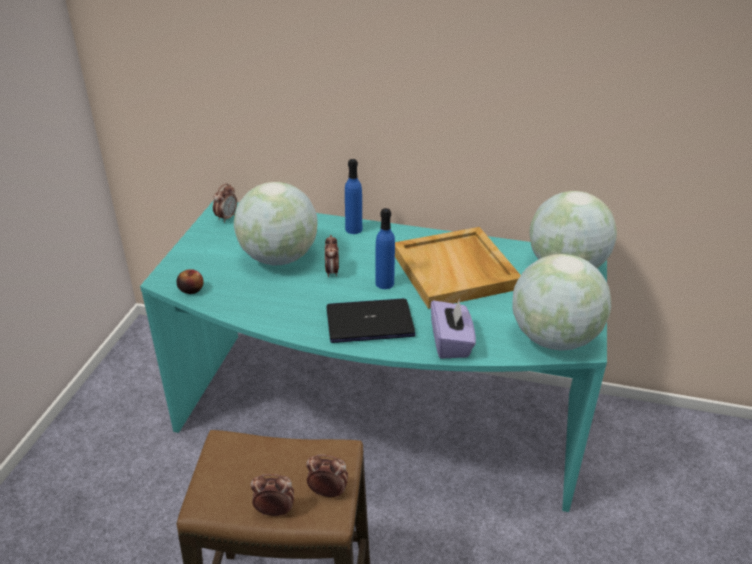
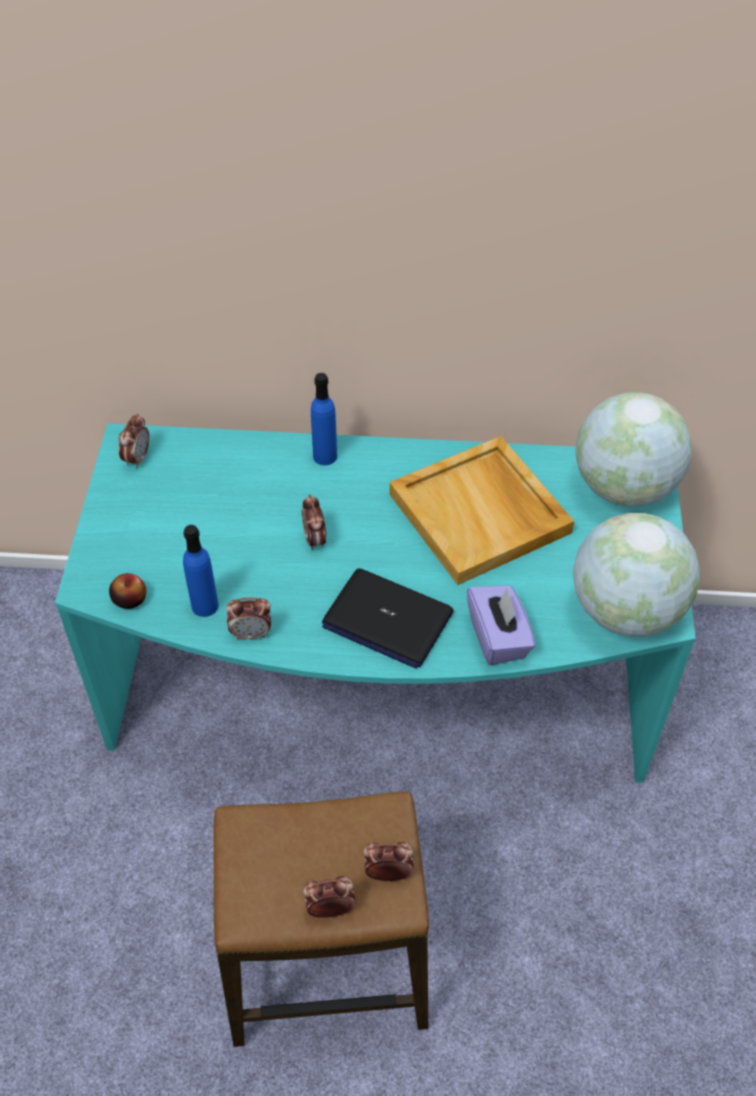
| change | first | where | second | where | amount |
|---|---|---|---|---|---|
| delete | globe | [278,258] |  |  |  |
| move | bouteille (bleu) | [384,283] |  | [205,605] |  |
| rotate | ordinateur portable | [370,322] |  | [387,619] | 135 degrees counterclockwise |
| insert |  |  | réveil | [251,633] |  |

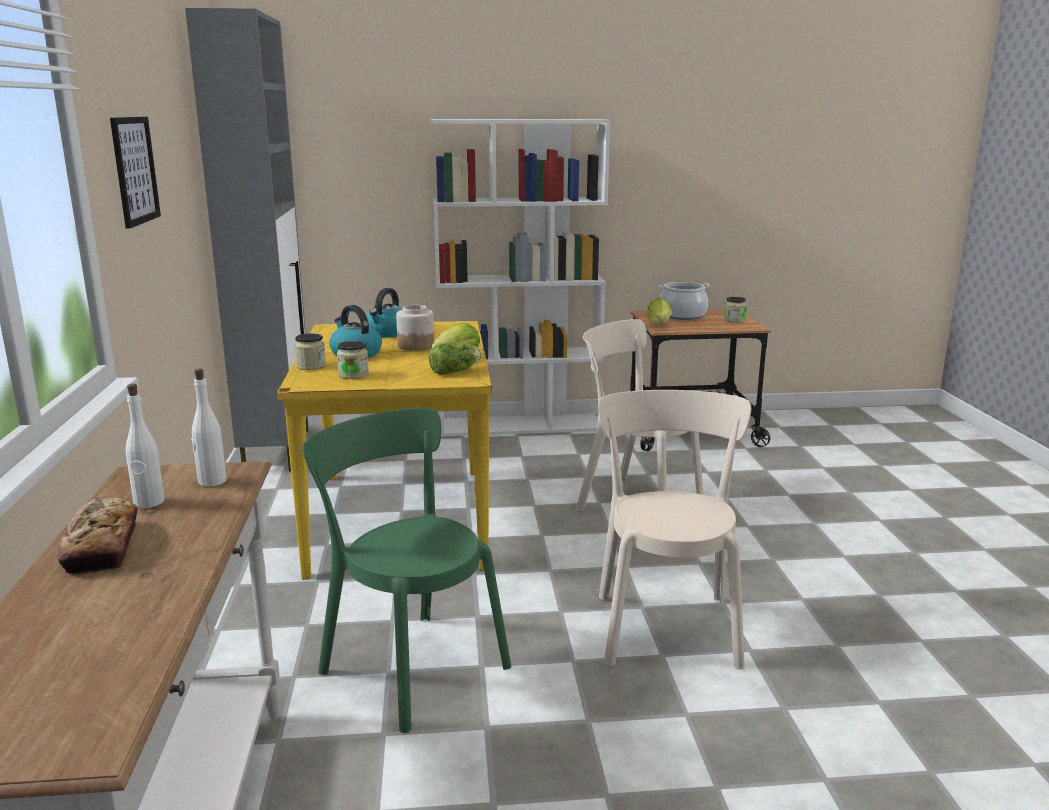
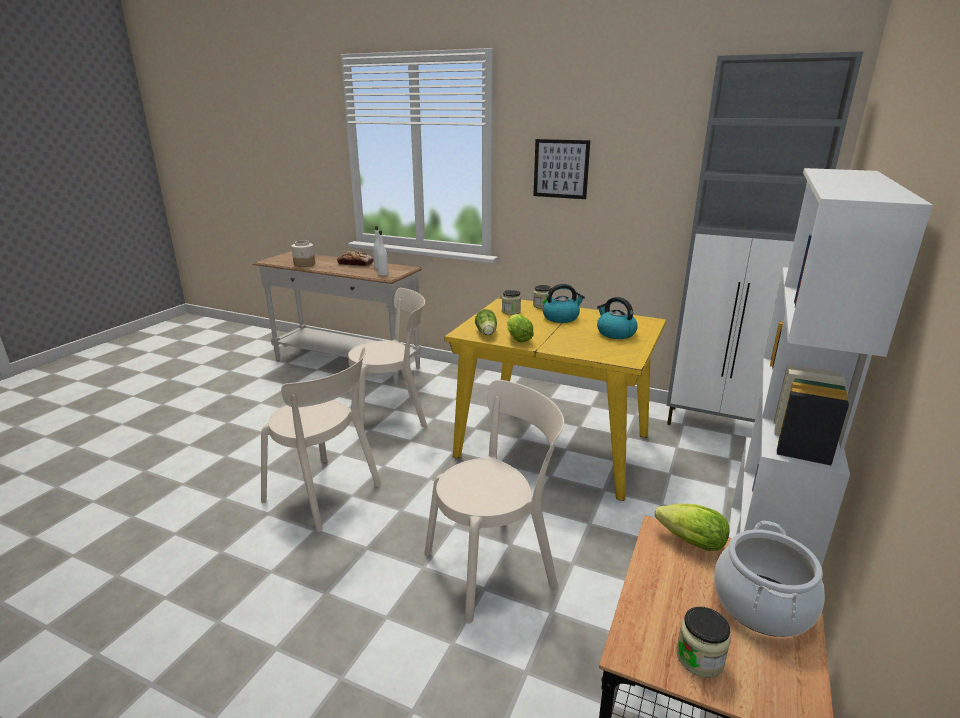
| change | first | where | second | where | amount |
|---|---|---|---|---|---|
| move | bocal | [416,346] |  | [304,264] |  |
| recolor | chaise (vert) | [409,665] | chaise (beige) | [392,414] |  |

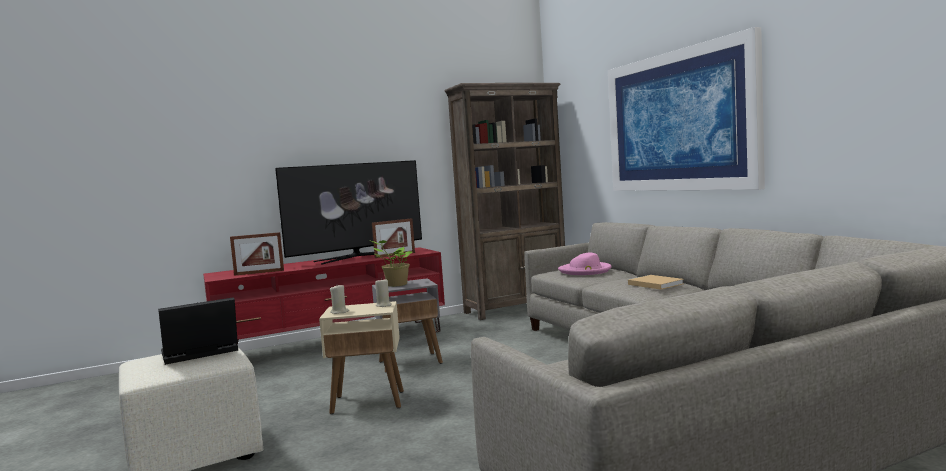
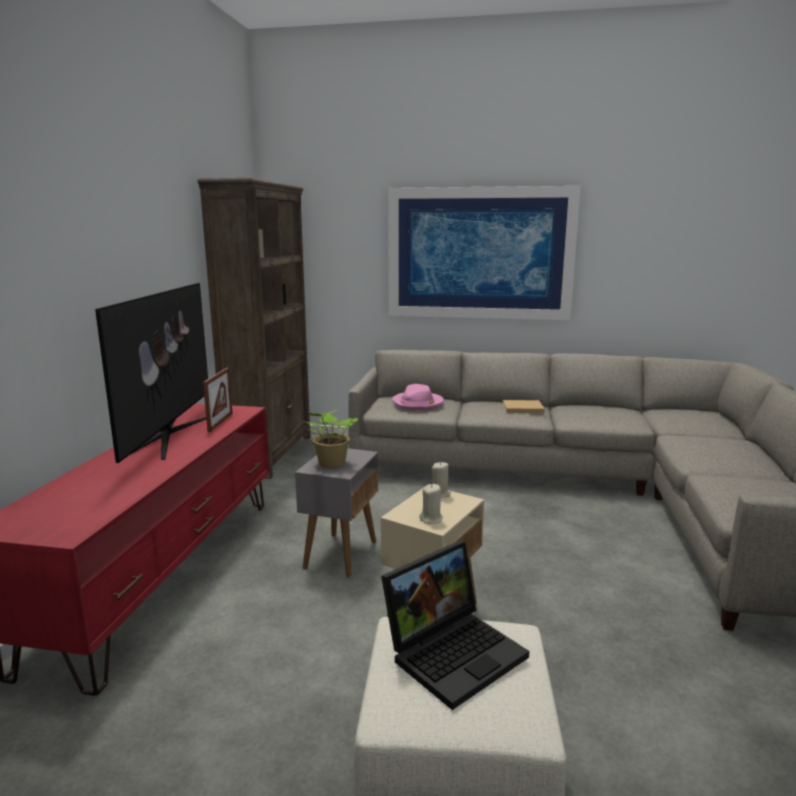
| change | first | where | second | where | amount |
|---|---|---|---|---|---|
| delete | cadre photo | [259,272] |  |  |  |
| rotate | ordinateur portable | [198,354] |  | [454,651] | 135 degrees counterclockwise |

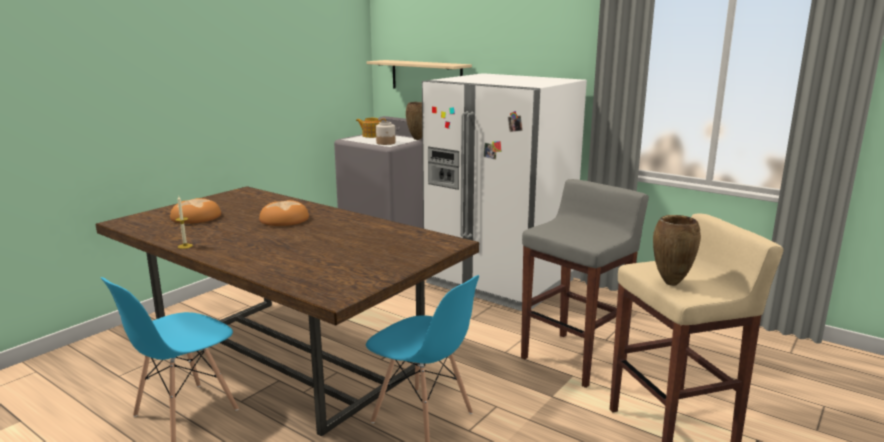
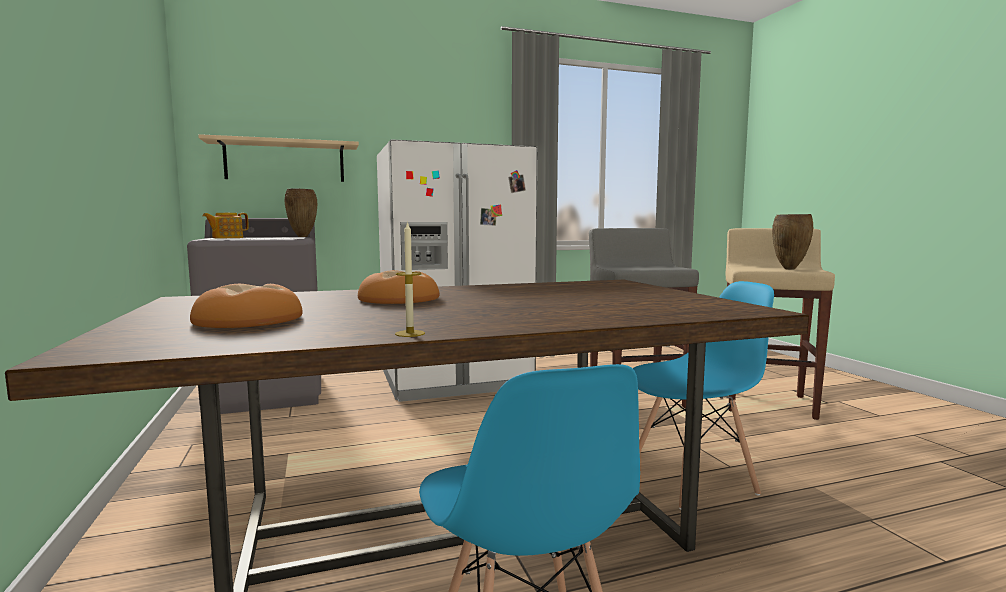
| change | first | where | second | where | amount |
|---|---|---|---|---|---|
| delete | bocal | [386,143] |  |  |  |

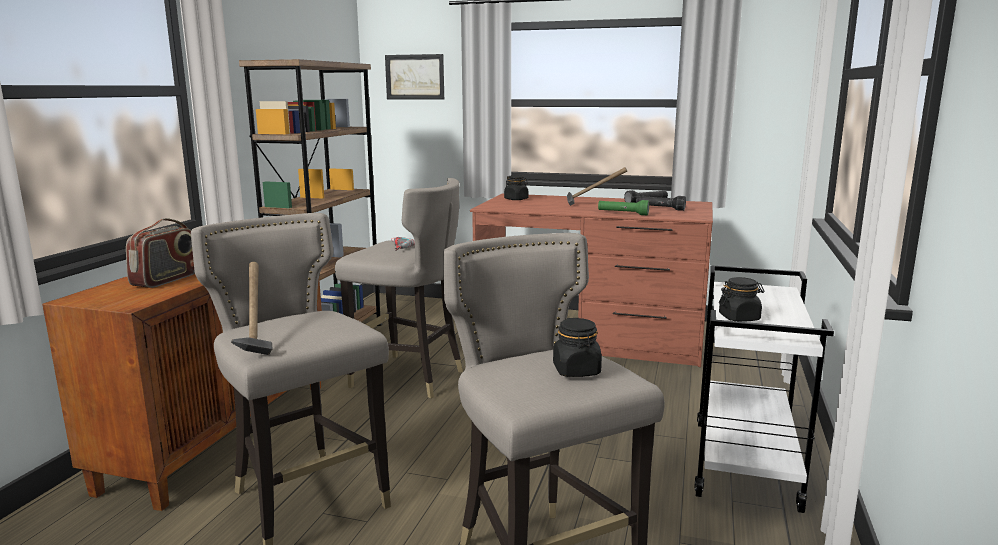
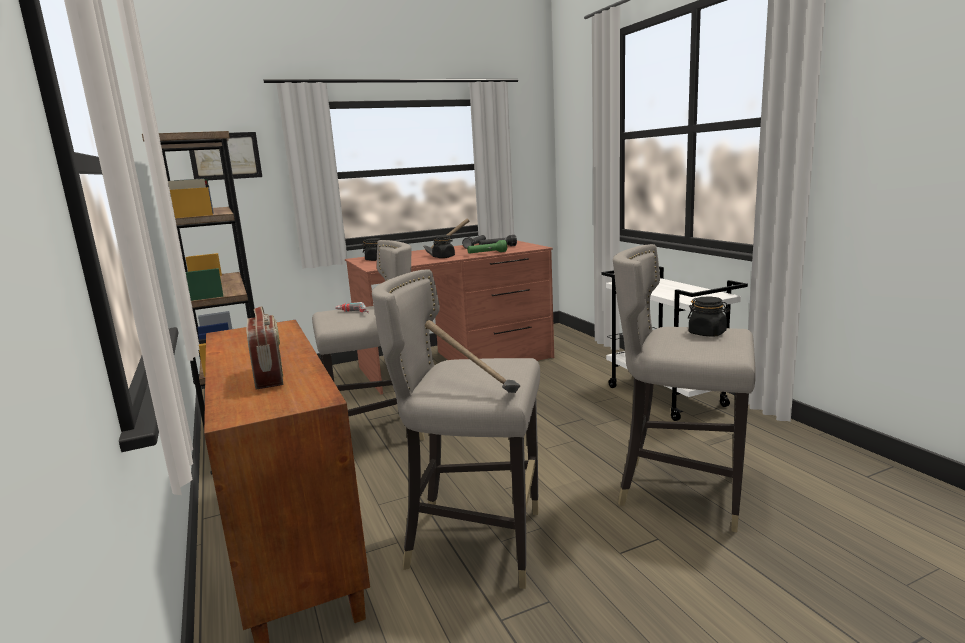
| change | first | where | second | where | amount |
|---|---|---|---|---|---|
| move | bocal (noir) | [739,318] |  | [444,257] |  |

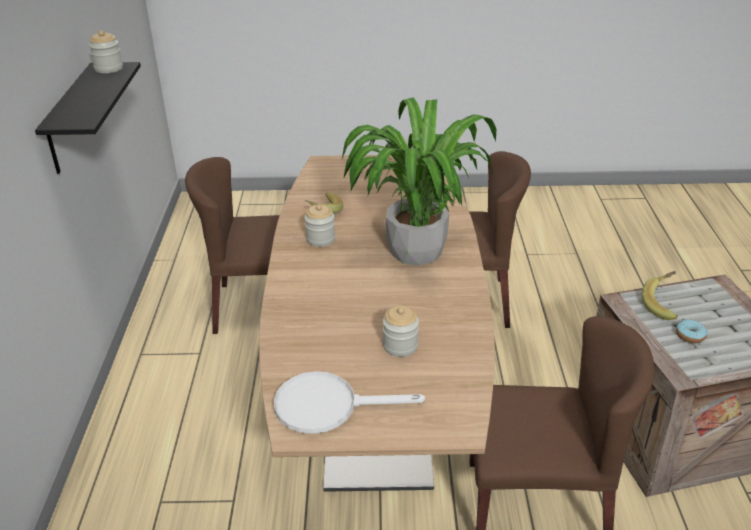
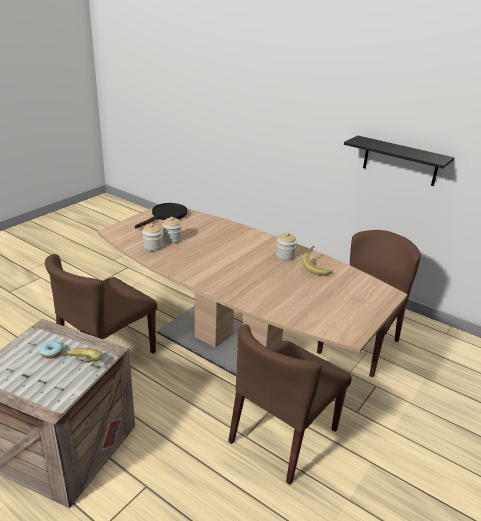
| change | first | where | second | where | amount |
|---|---|---|---|---|---|
| move | bocal | [109,68] |  | [152,247] |  |
| delete | plante en pot | [415,250] |  |  |  |
| recolor | poêle (blanc) | [328,406] | poêle (noir) | [166,216] |  |

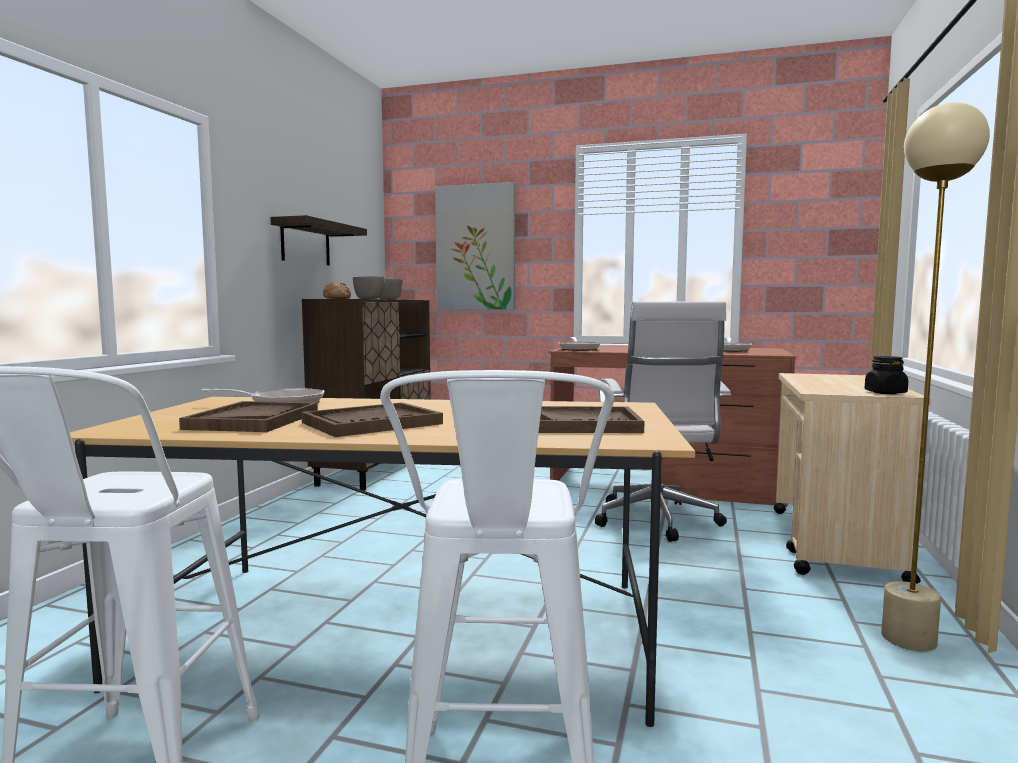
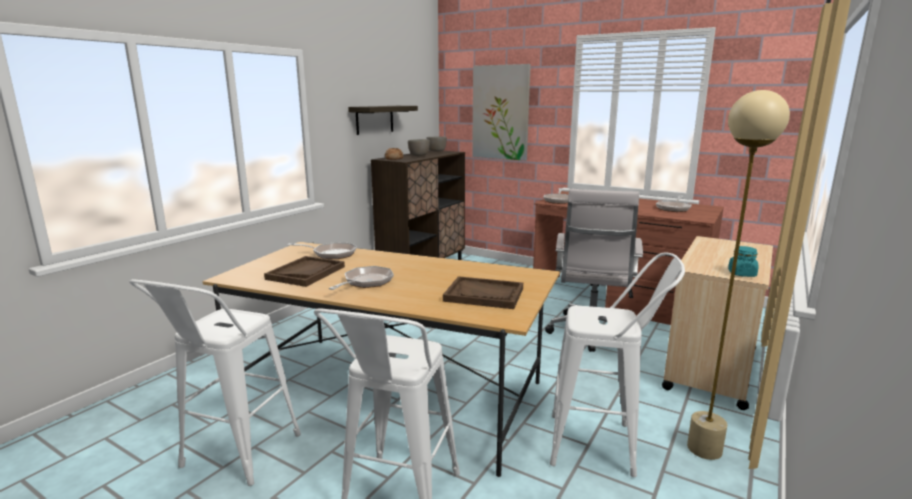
| change | first | where | second | where | amount |
|---|---|---|---|---|---|
| recolor | bocal (noir) | [885,393] | bocal (turquoise) | [741,274] |  |
| replace | plateau (marron) | [371,423] | poêle | [366,282] |  |
| insert |  |  | tabouret (blanc) | [603,446] |  |

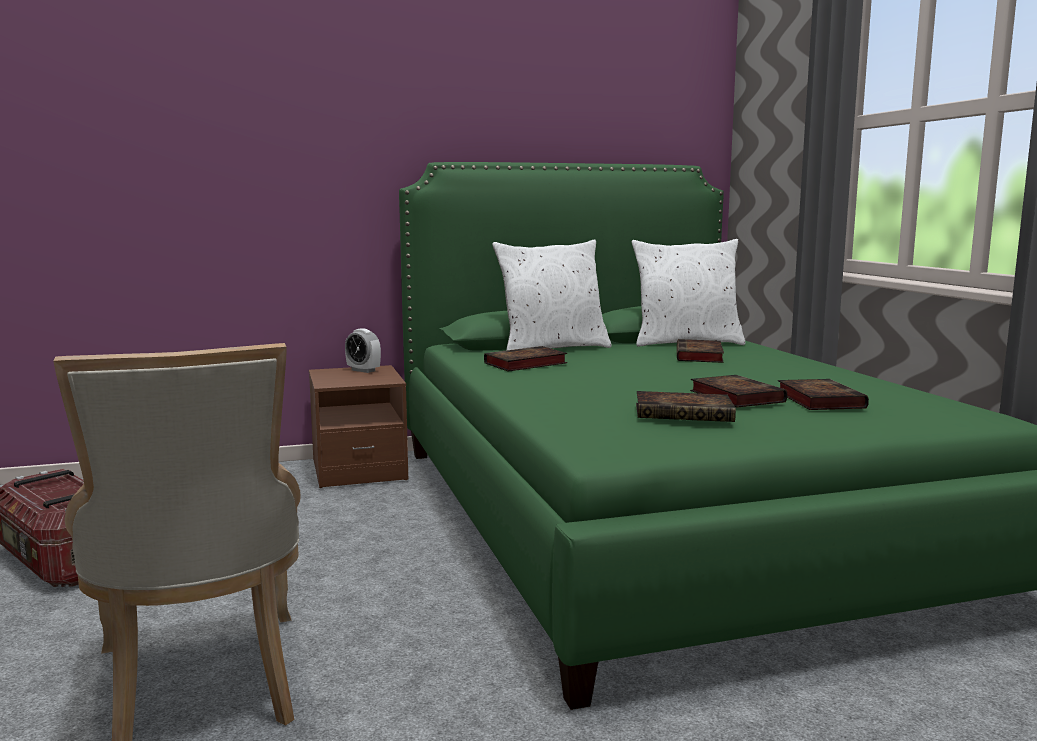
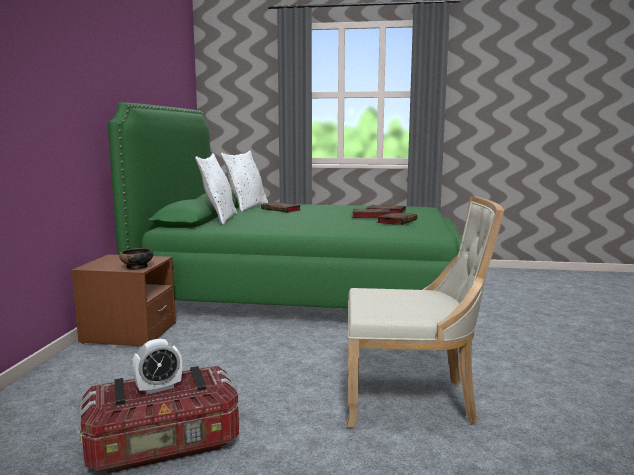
| change | first | where | second | where | amount |
|---|---|---|---|---|---|
| move | réveil | [363,370] |  | [159,388] |  |
| delete | livre | [524,364] |  |  |  |
| insert |  |  | bol | [137,267] |  |

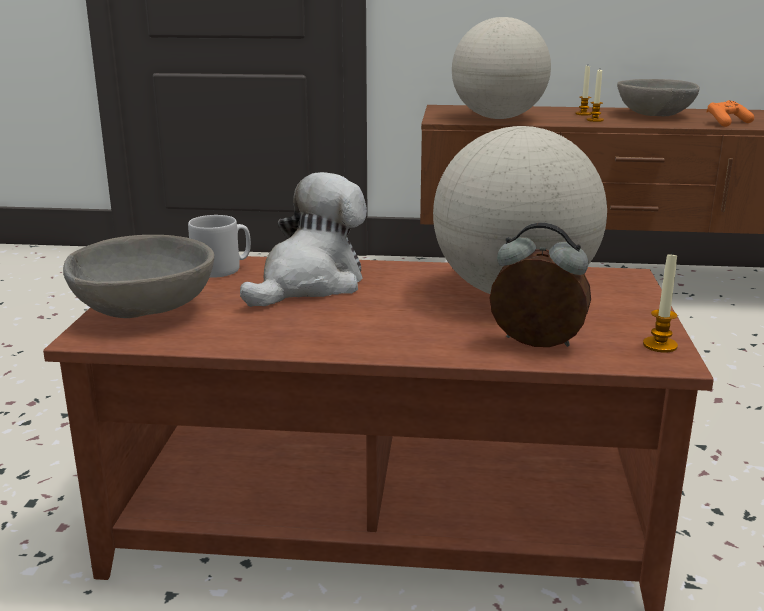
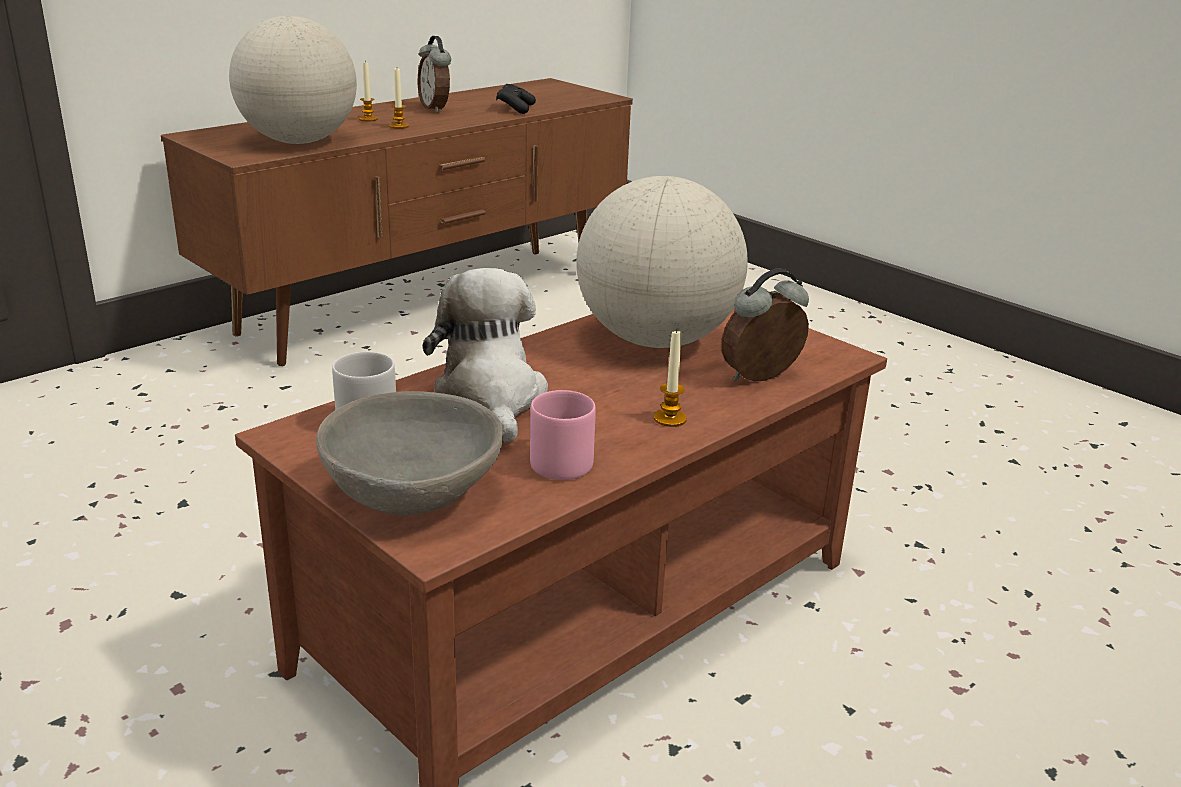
| change | first | where | second | where | amount |
|---|---|---|---|---|---|
| replace | bol (gris) | [655,115] | réveil | [436,108] |  |
| recolor | manette (orange) | [727,123] | manette (noir) | [515,108] |  |
| move | bougie | [660,345] |  | [670,419] |  |
| insert |  |  | mug (rose) | [560,460] |  |

